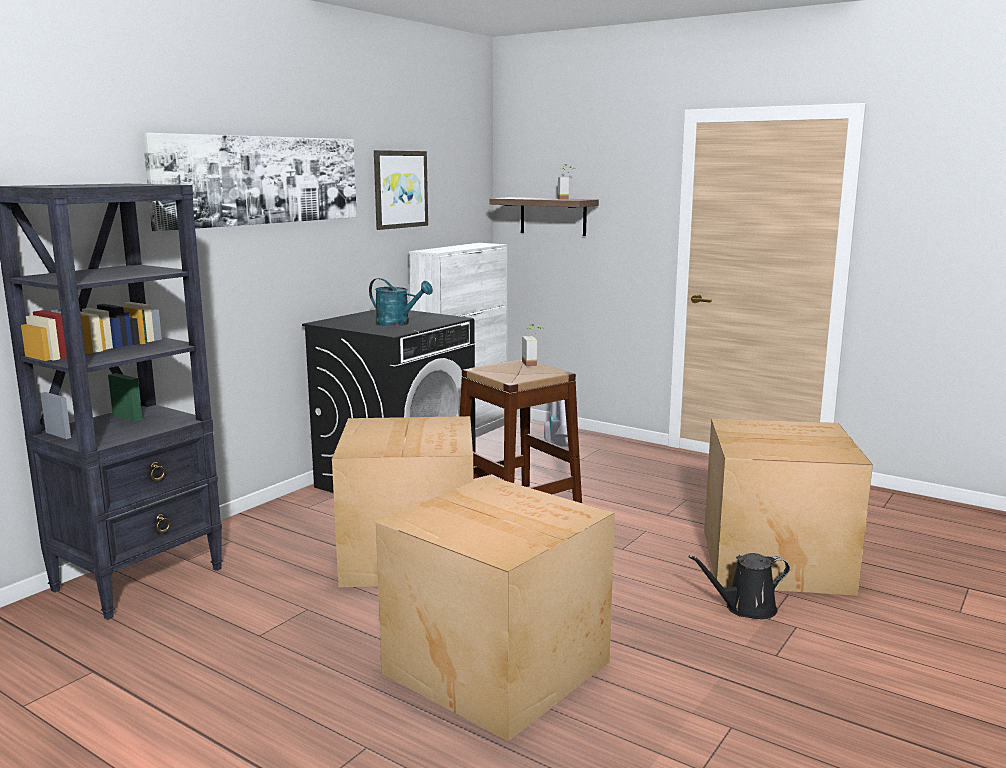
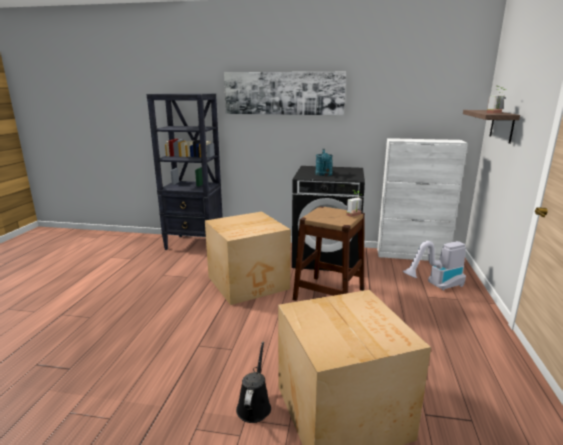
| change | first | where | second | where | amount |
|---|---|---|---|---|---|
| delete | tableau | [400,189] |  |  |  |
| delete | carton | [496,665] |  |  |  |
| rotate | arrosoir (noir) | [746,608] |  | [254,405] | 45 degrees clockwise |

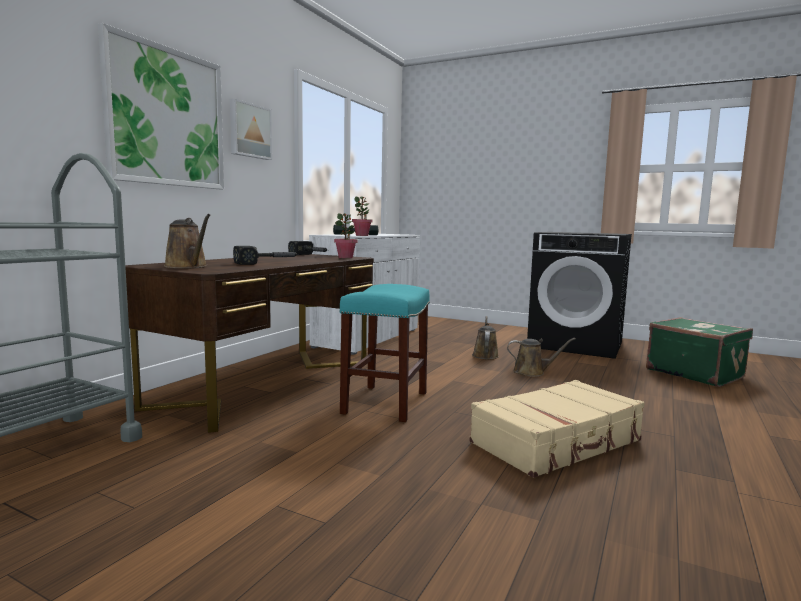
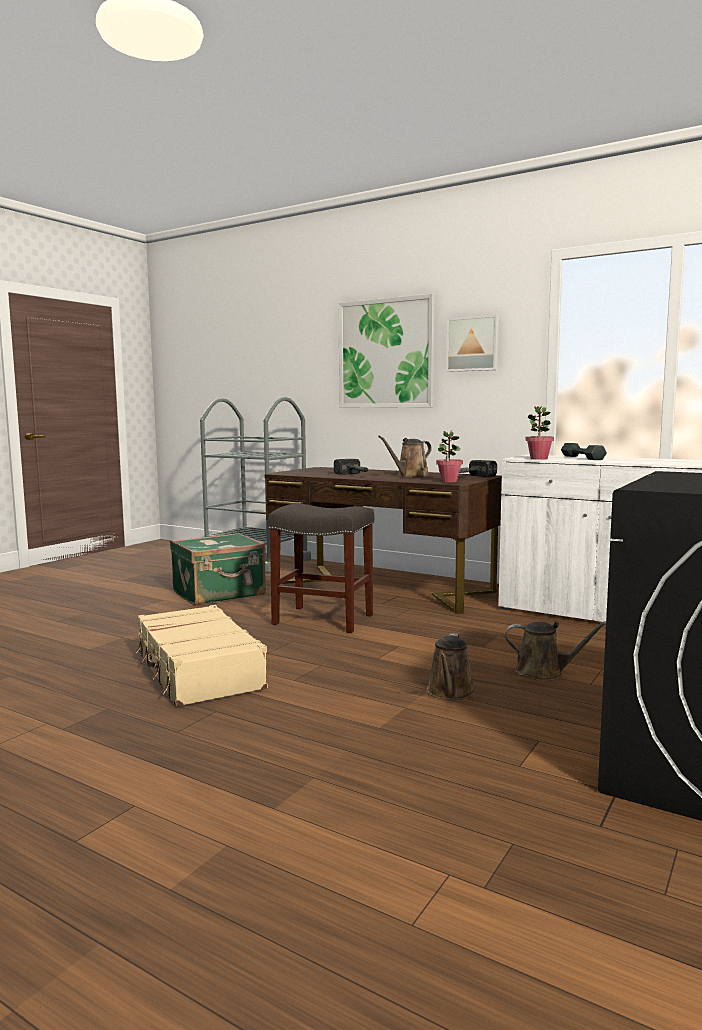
| change | first | where | second | where | amount |
|---|---|---|---|---|---|
| move | arrosoir (marron) | [188,266] |  | [410,476] |  |
| recolor | tabouret (turquoise) | [386,403] | tabouret (gris) | [321,619] |  |
| move | valise (vert) | [694,373] |  | [220,594] |  |

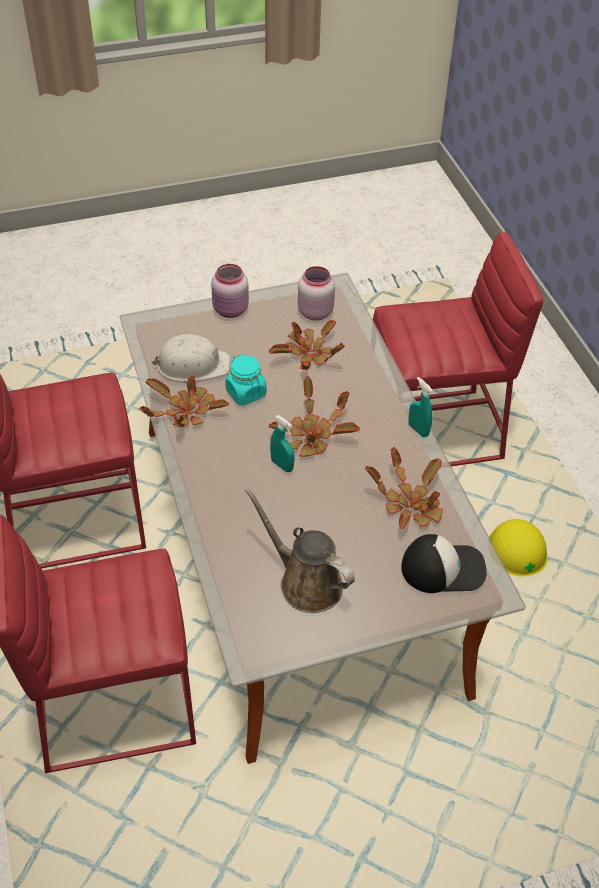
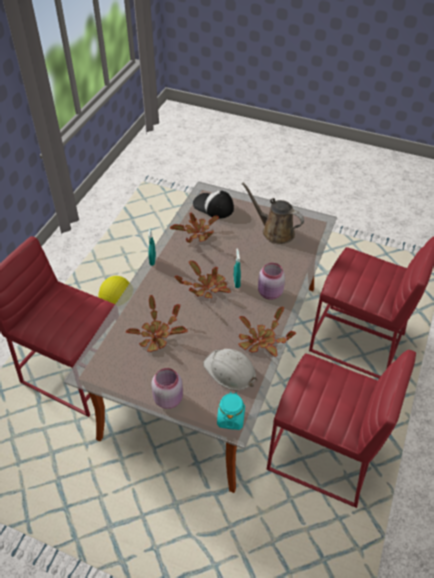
| change | first | where | second | where | amount |
|---|---|---|---|---|---|
| move | bocal (rose) | [314,311] |  | [270,293] |  |
| move | bocal (turquoise) | [246,393] |  | [230,418] |  |
| rotate | arrosoir (marron) | [305,582] |  | [275,231] | 135 degrees clockwise |

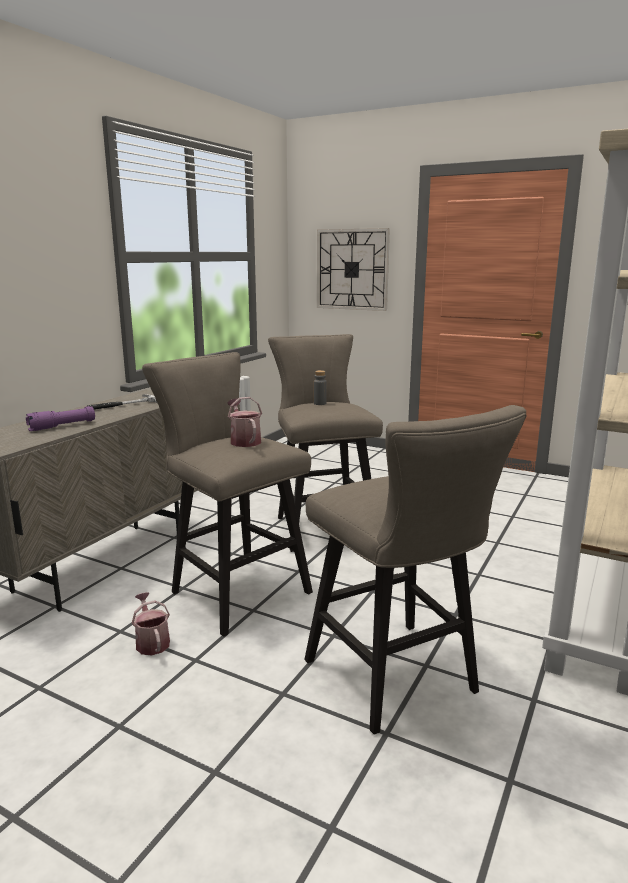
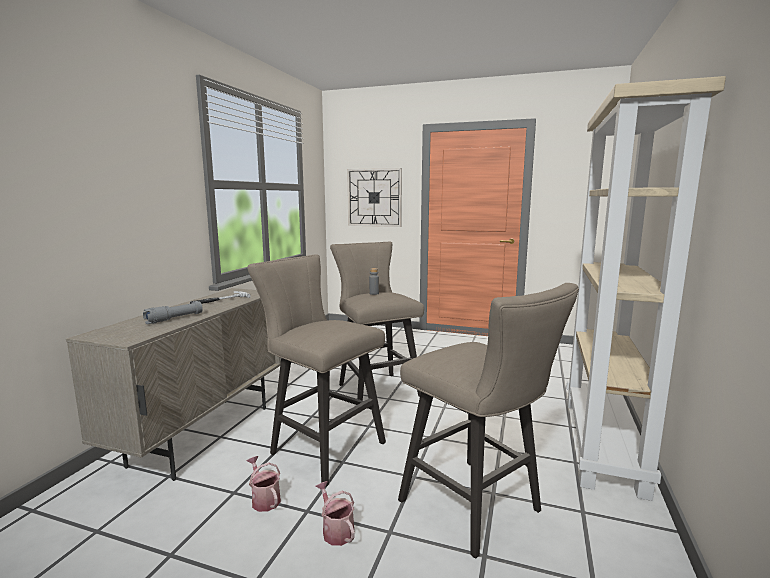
| change | first | where | second | where | amount |
|---|---|---|---|---|---|
| move | arrosoir | [244,440] |  | [336,530] |  |
| recolor | lampe de poche (violet) | [62,426] | lampe de poche (gris) | [174,319] |  |

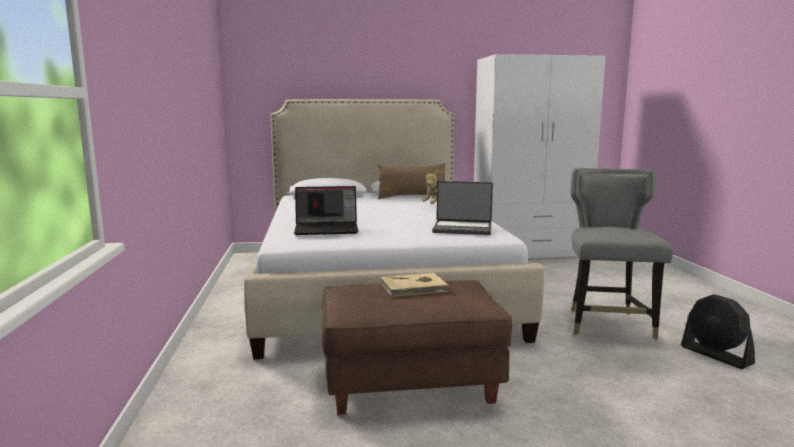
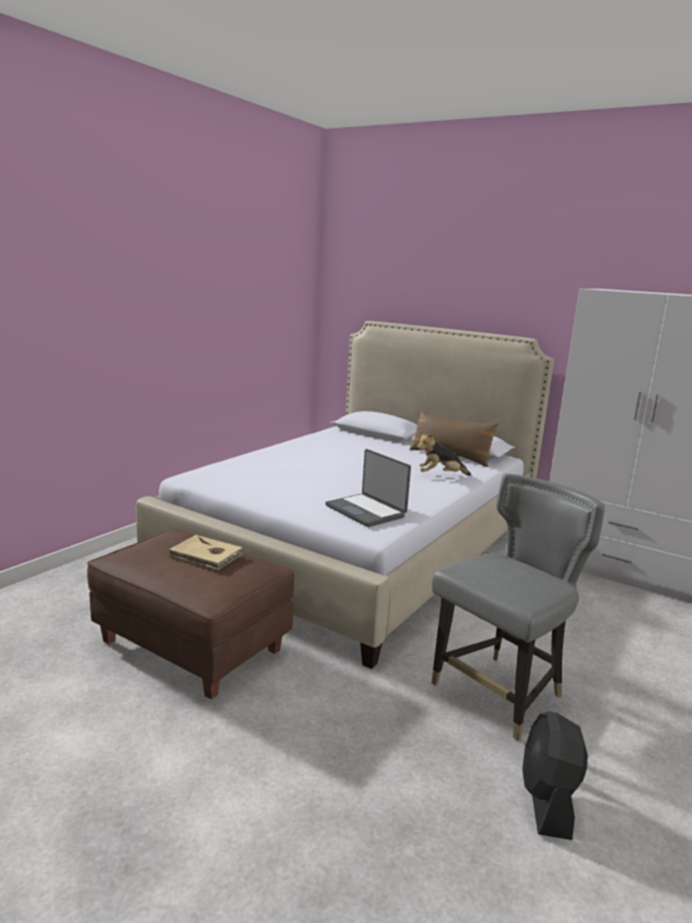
| change | first | where | second | where | amount |
|---|---|---|---|---|---|
| delete | ordinateur portable | [327,229] |  |  |  |

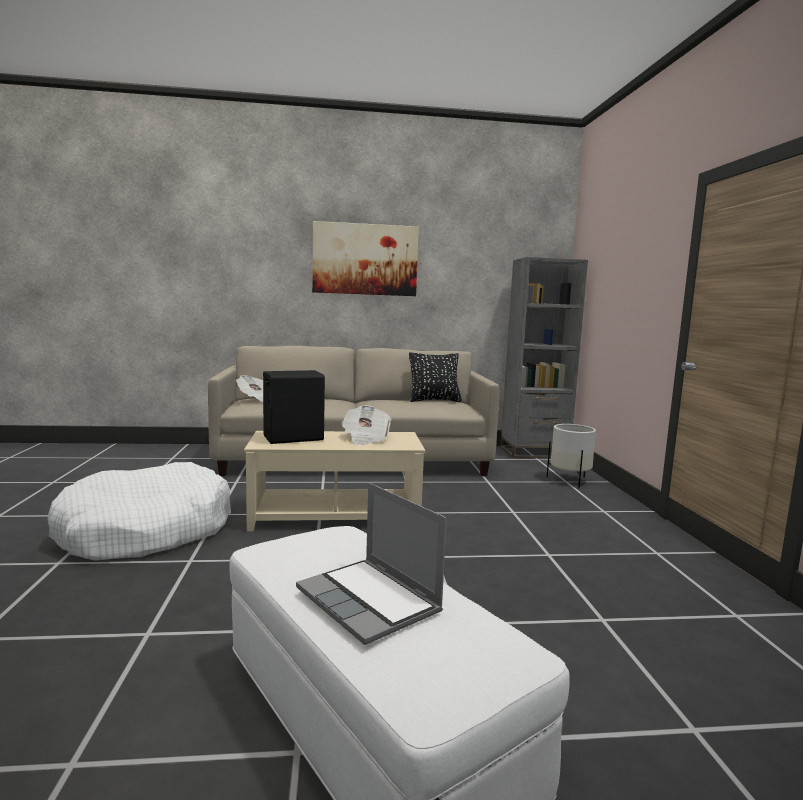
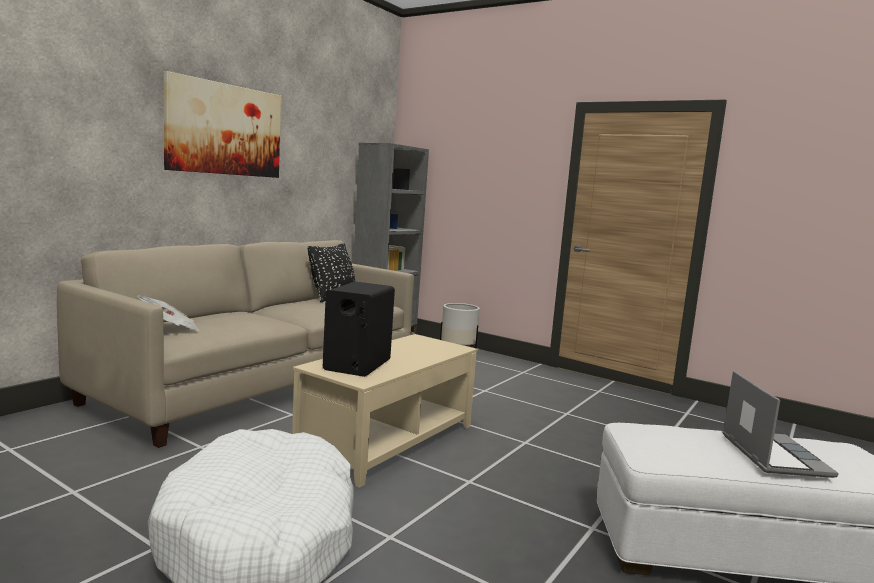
| change | first | where | second | where | amount |
|---|---|---|---|---|---|
| delete | journal | [365,439] |  |  |  |
| rotate | ordinateur portable | [370,601] |  | [772,455] | 90 degrees counterclockwise |

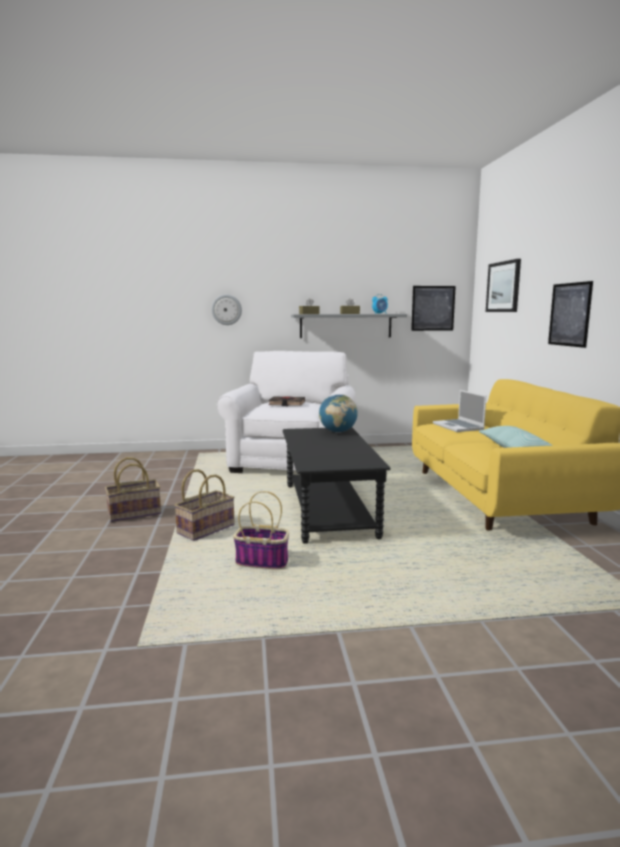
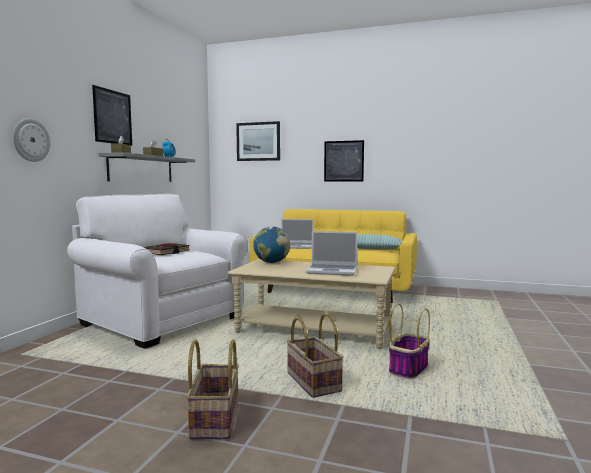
| change | first | where | second | where | amount |
|---|---|---|---|---|---|
| move | tableau | [433,308] |  | [113,117] |  |
| recolor | table basse (noir) | [328,510] | table basse (beige) | [313,330] |  |
| insert |  |  | ordinateur portable | [332,271] |  |

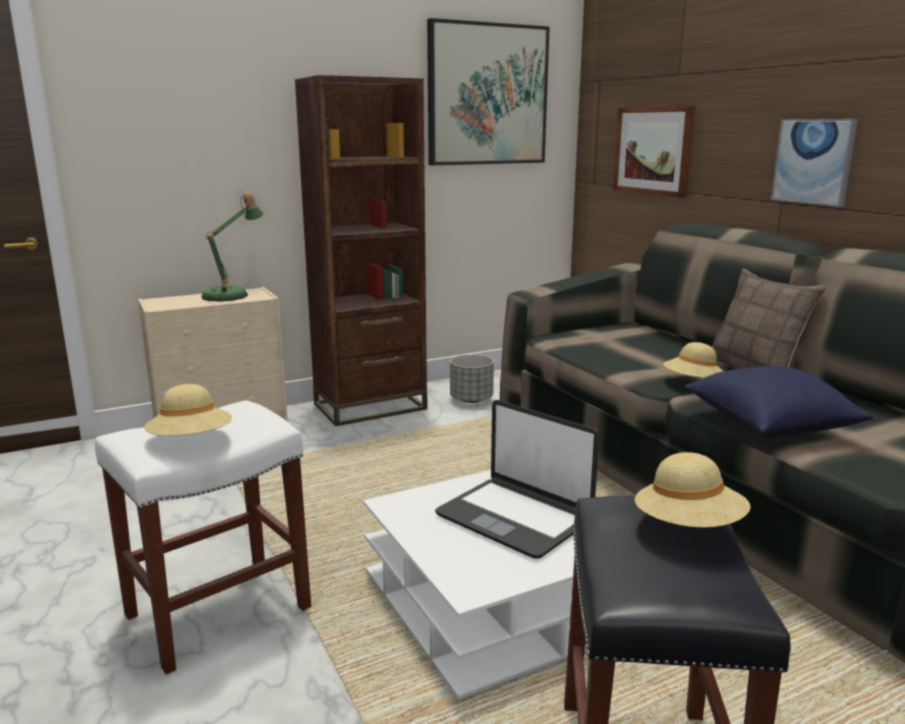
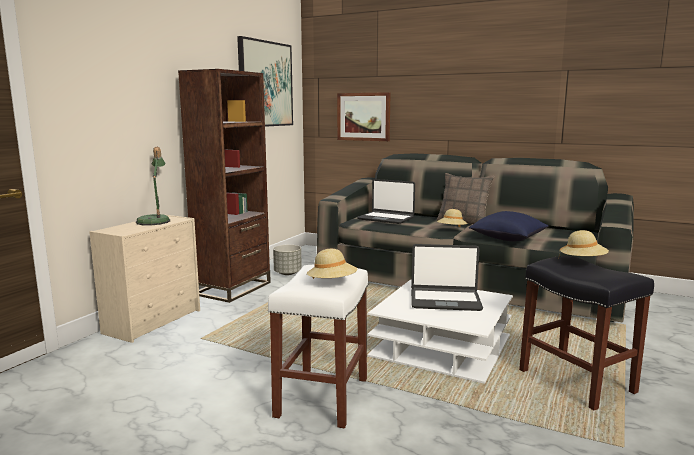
| change | first | where | second | where | amount |
|---|---|---|---|---|---|
| delete | tableau | [813,161] |  |  |  |
| insert |  |  | ordinateur portable | [386,218] |  |

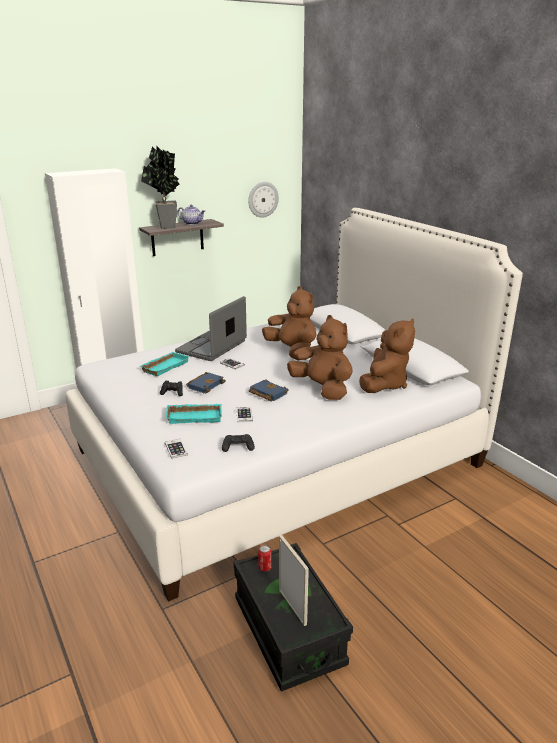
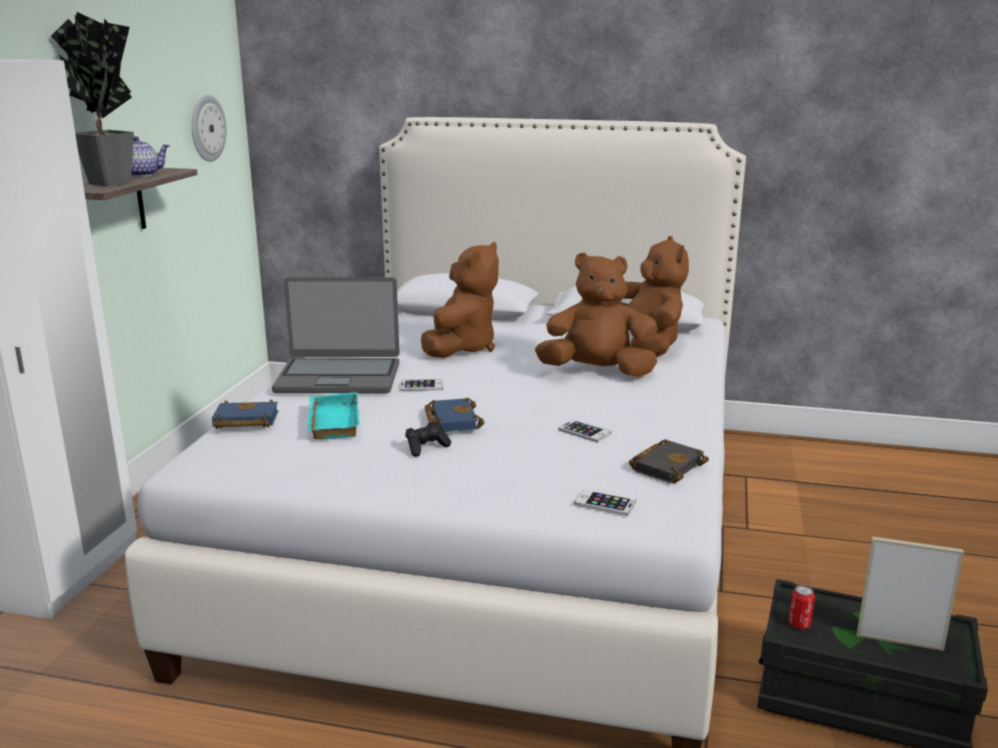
| change | first | where | second | where | amount |
|---|---|---|---|---|---|
| rotate | peluche (marron) | [292,351] |  | [462,348] | 105 degrees clockwise |
| rotate | ordinateur portable | [212,347] |  | [339,377] | 75 degrees counterclockwise |
| move | livre (bleu) | [266,393] |  | [244,421] |  |
| delete | plateau (turquoise) | [195,416] |  |  |  |
| replace | manette (noir) | [238,447] | livre (noir) | [666,466] |  |

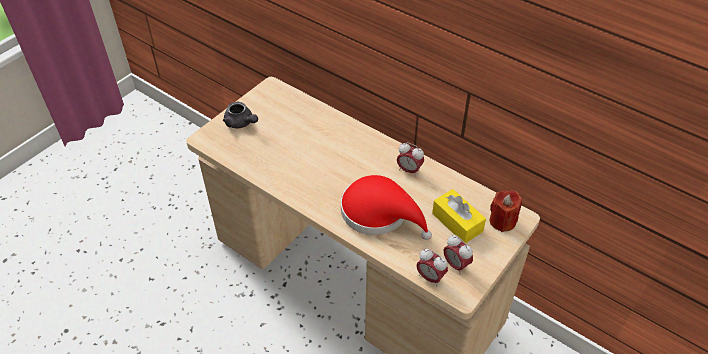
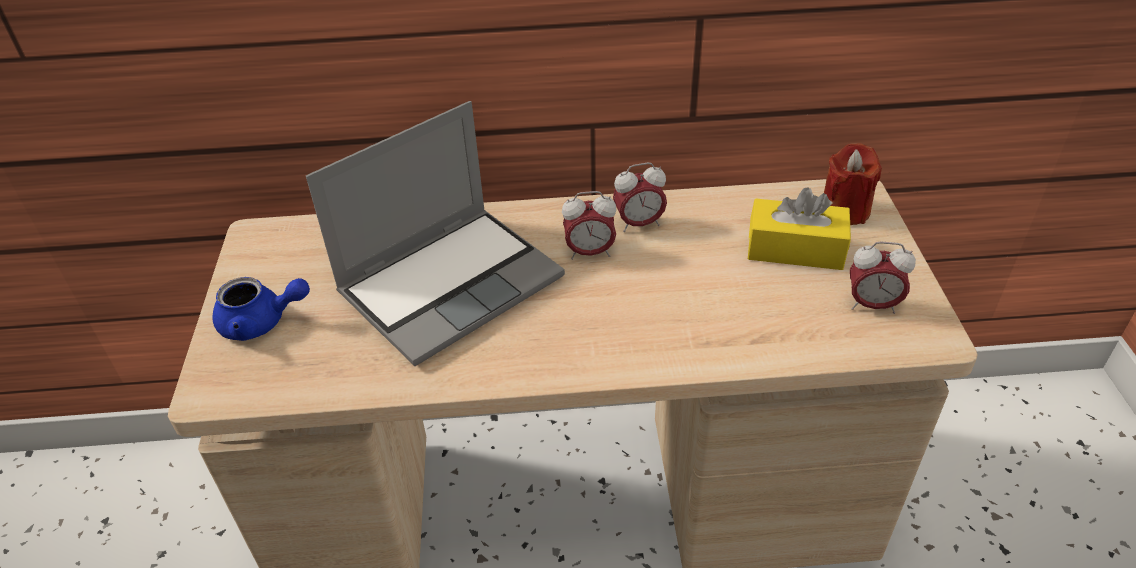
| change | first | where | second | where | amount |
|---|---|---|---|---|---|
| recolor | théière (gris) | [241,123] | théière (bleu) | [261,322] |  |
| delete | chapeau (rouge) | [379,213] |  |  |  |
| move | réveil | [430,277] |  | [589,252] |  |
| insert |  |  | ordinateur portable | [451,283] |  |

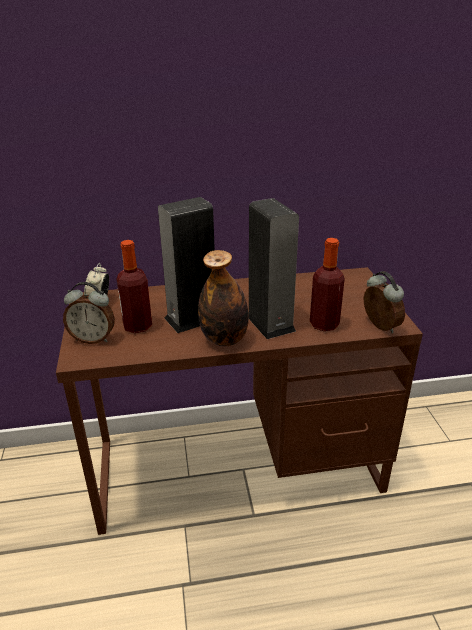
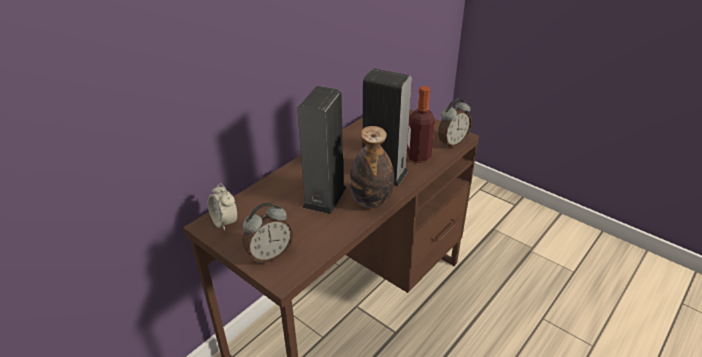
| change | first | where | second | where | amount |
|---|---|---|---|---|---|
| delete | bouteille | [137,326] |  |  |  |
| rotate | réveil | [379,327] |  | [452,143] | 120 degrees clockwise |

